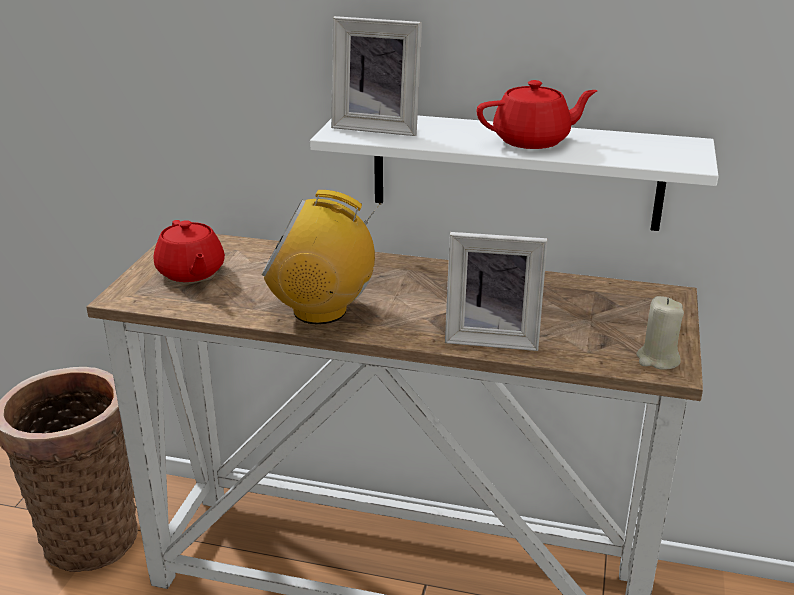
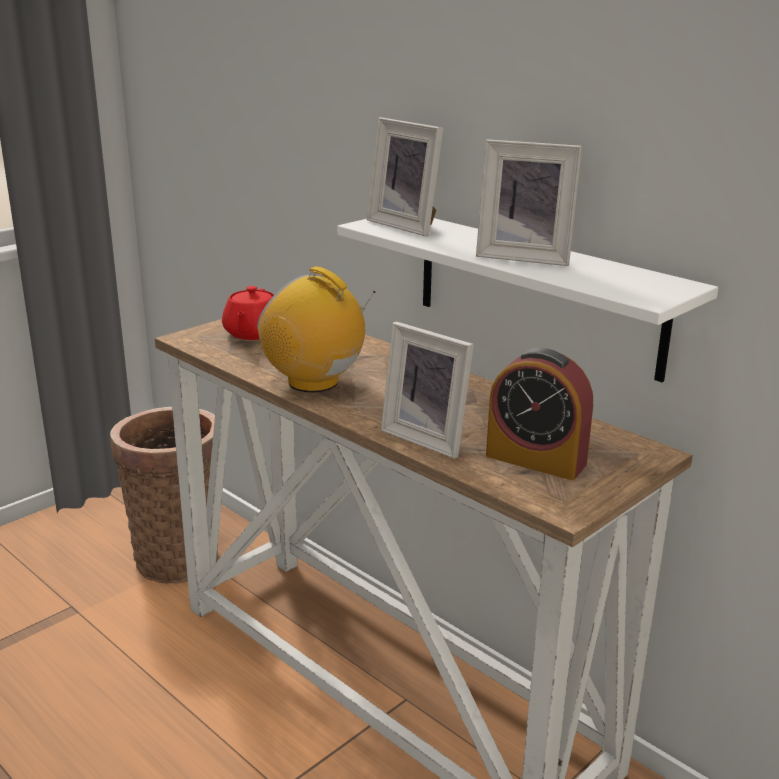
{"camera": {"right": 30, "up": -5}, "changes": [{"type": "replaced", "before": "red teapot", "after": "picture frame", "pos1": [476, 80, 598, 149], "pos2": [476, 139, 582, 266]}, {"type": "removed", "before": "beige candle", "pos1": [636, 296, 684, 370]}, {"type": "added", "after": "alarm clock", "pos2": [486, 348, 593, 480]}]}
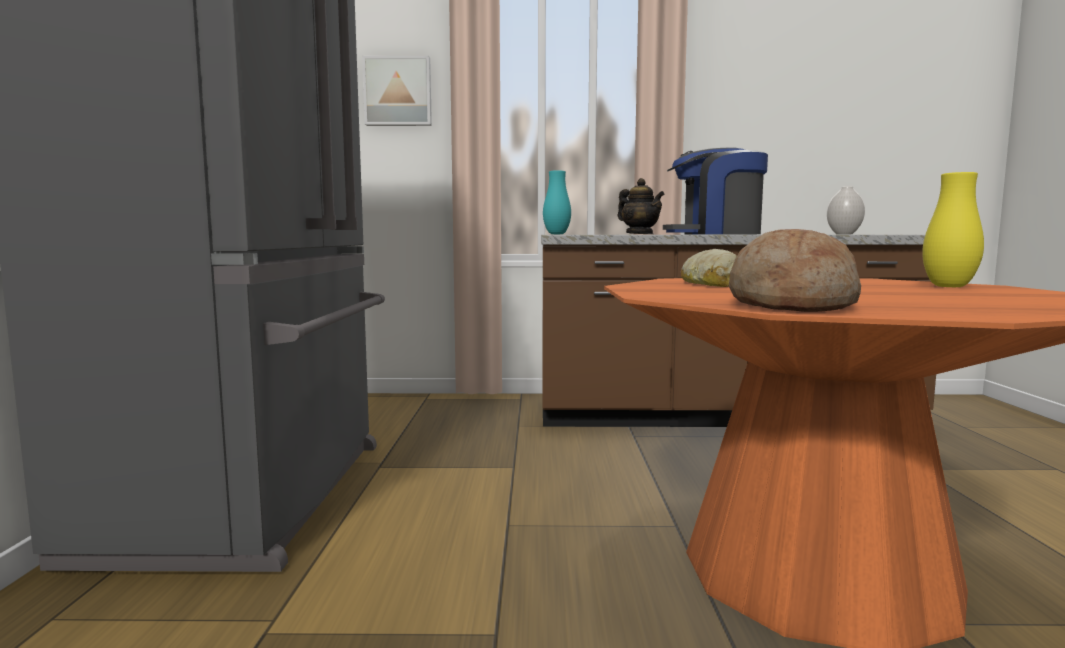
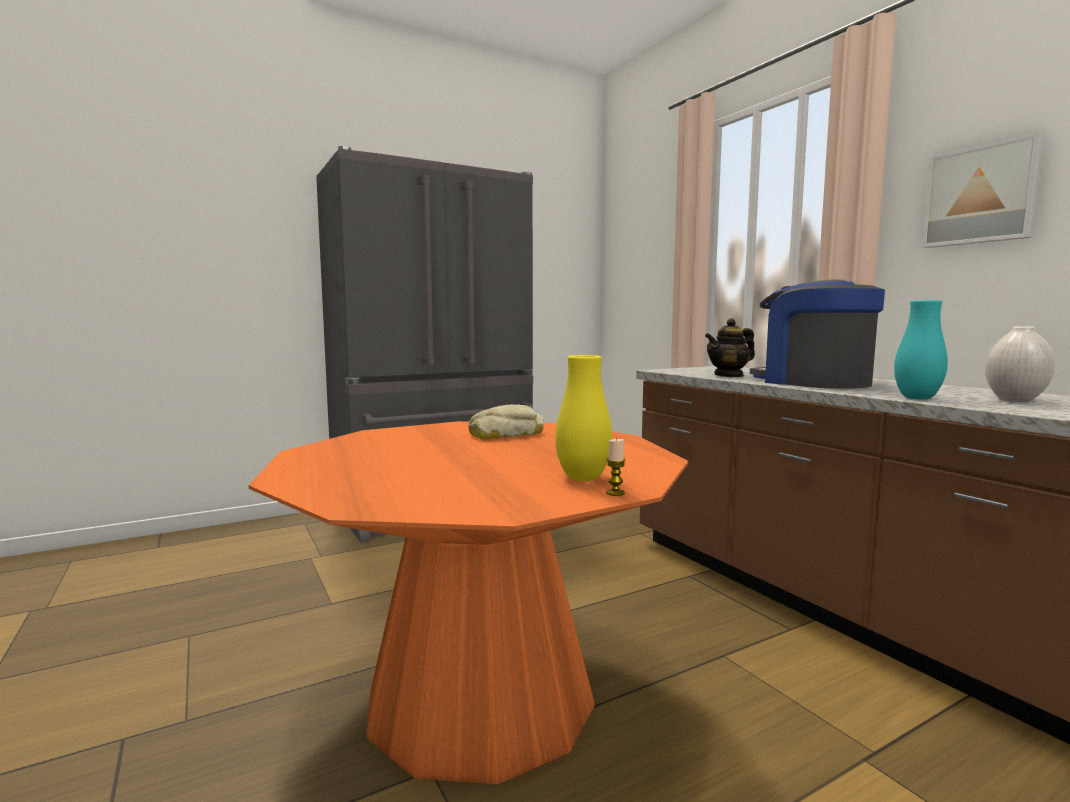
{"camera": {"right": 60, "up": 0}, "changes": [{"type": "moved", "before": "picture", "pos1": [362, 56, 432, 126], "pos2": [922, 133, 1044, 248]}, {"type": "moved", "before": "turquoise vase", "pos1": [543, 170, 571, 234], "pos2": [894, 300, 948, 399]}, {"type": "turned", "before": "teapot", "pos1": [618, 178, 665, 234], "pos2": [705, 318, 755, 377], "turn": 45}, {"type": "removed", "before": "bread", "pos1": [729, 229, 861, 312]}, {"type": "added", "after": "candle", "pos2": [606, 438, 626, 496]}]}
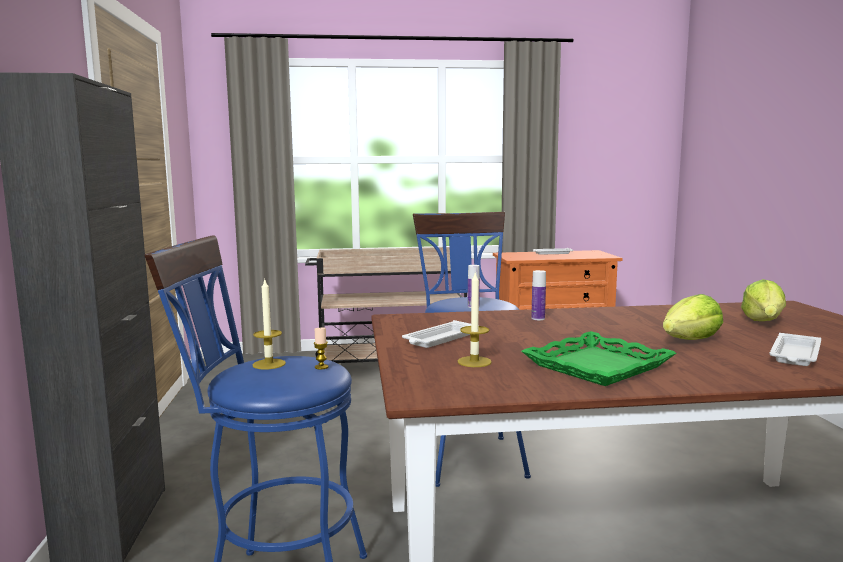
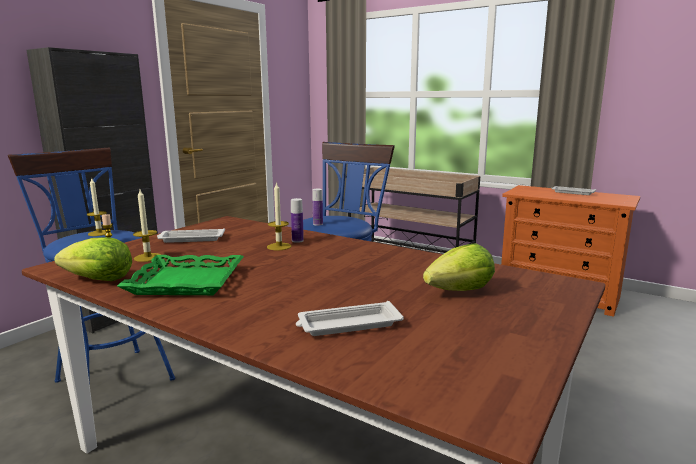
{"camera": {"right": 40, "up": 5}, "changes": [{"type": "moved", "before": "lettuce", "pos1": [663, 294, 723, 340], "pos2": [54, 237, 132, 281]}, {"type": "added", "after": "candle", "pos2": [267, 182, 292, 250]}]}
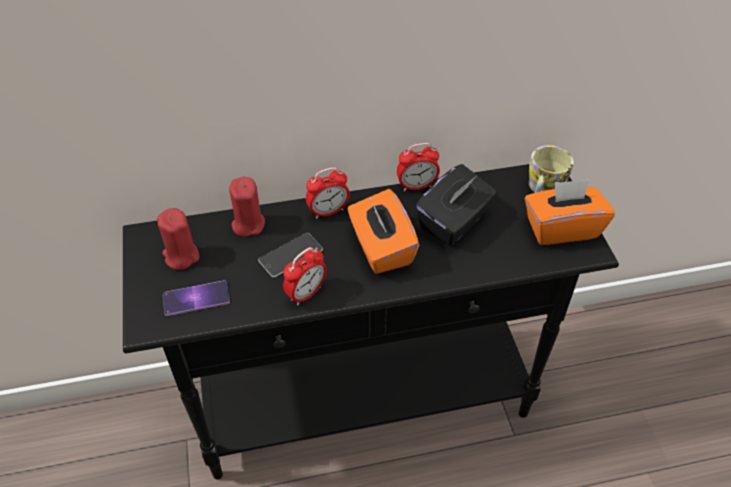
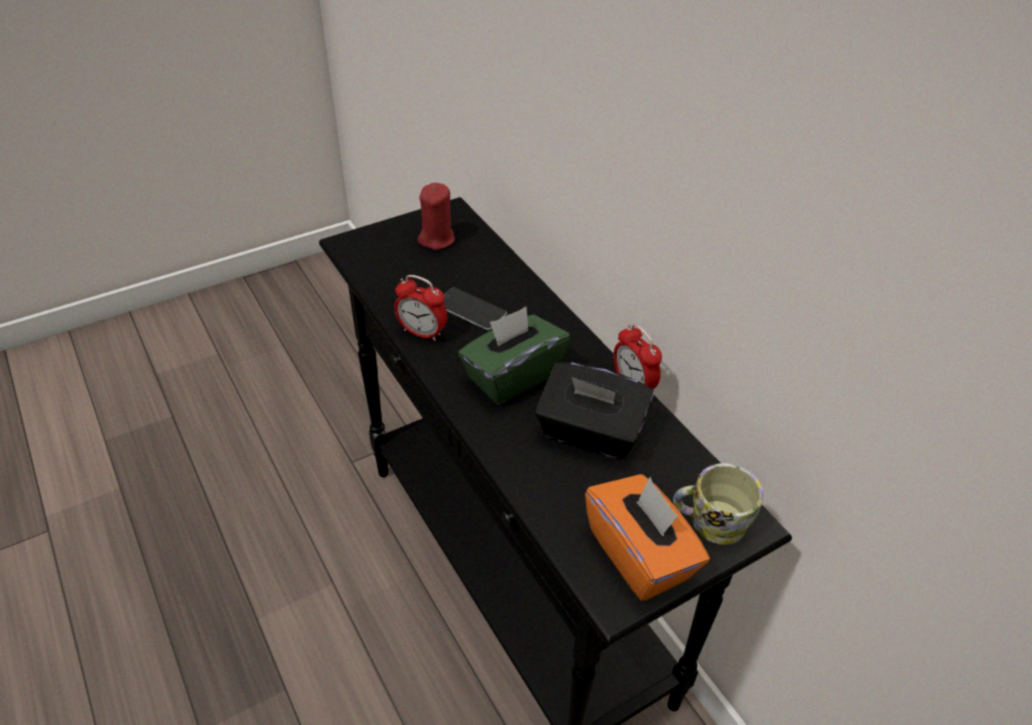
{"camera": {"right": 70, "up": -5}, "changes": [{"type": "removed", "before": "alarm clock", "pos1": [306, 167, 350, 219]}, {"type": "removed", "before": "red candle", "pos1": [229, 177, 265, 237]}, {"type": "recoloured", "before": "orange tissue box", "after": "green tissue box", "pos1": [348, 189, 419, 274], "pos2": [458, 307, 570, 404]}, {"type": "removed", "before": "phone", "pos1": [163, 280, 230, 316]}]}
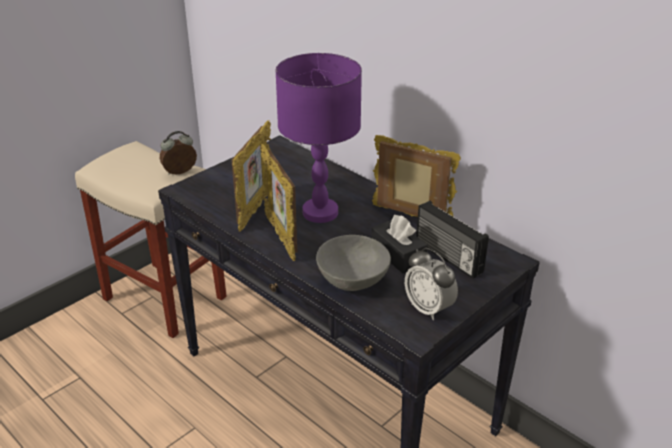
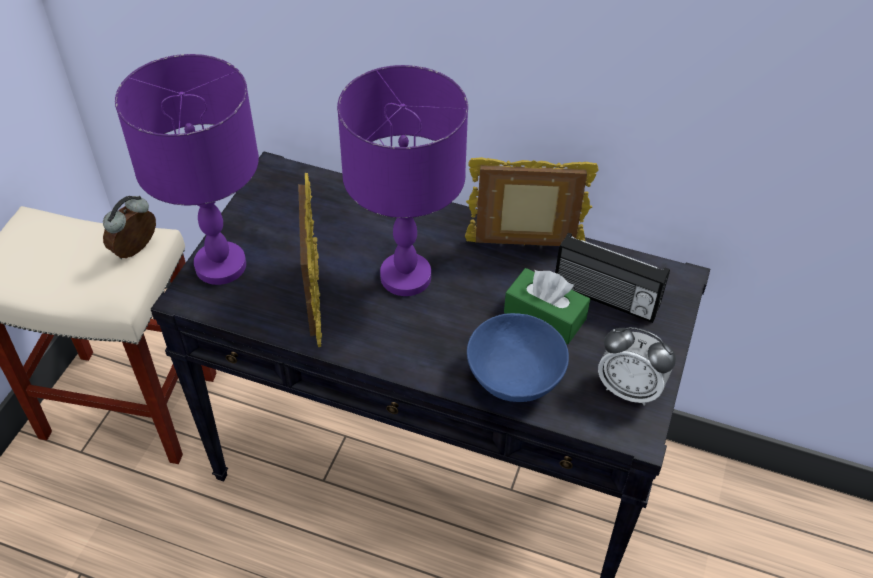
{"camera": {"right": -25, "up": 15}, "changes": [{"type": "removed", "before": "picture frame", "pos1": [261, 144, 297, 261]}, {"type": "recoloured", "before": "black tissue box", "after": "green tissue box", "pos1": [371, 215, 428, 273], "pos2": [504, 268, 590, 344]}, {"type": "recoloured", "before": "grey bowl", "after": "blue bowl", "pos1": [316, 235, 391, 291], "pos2": [467, 313, 569, 402]}, {"type": "added", "after": "purple table lamp", "pos2": [115, 54, 259, 285]}]}
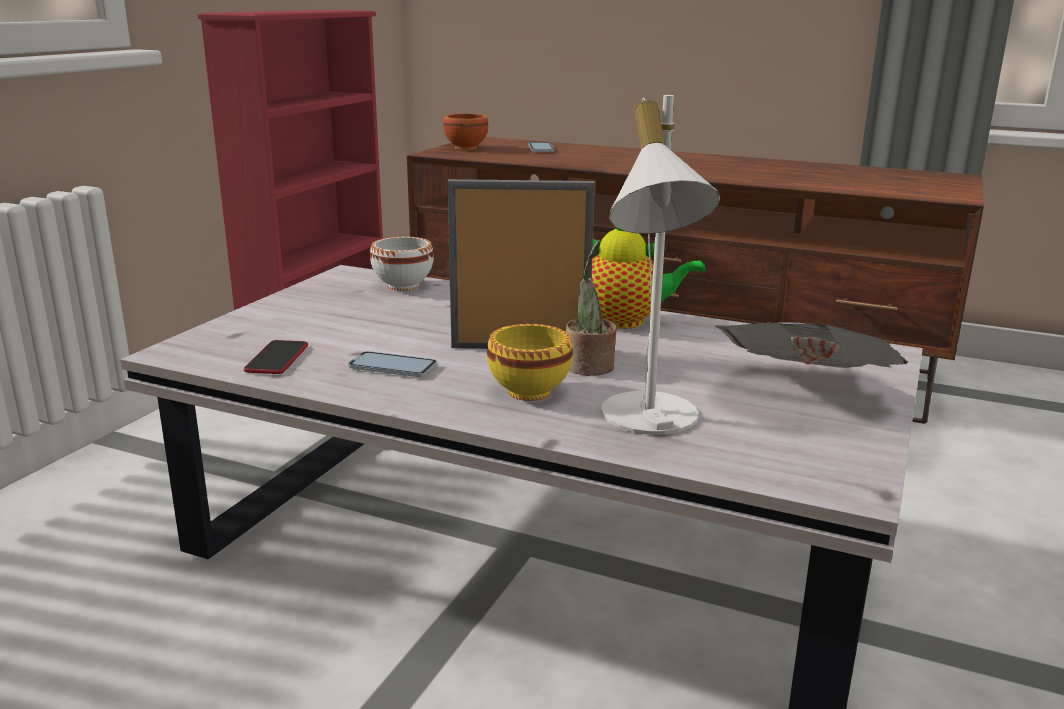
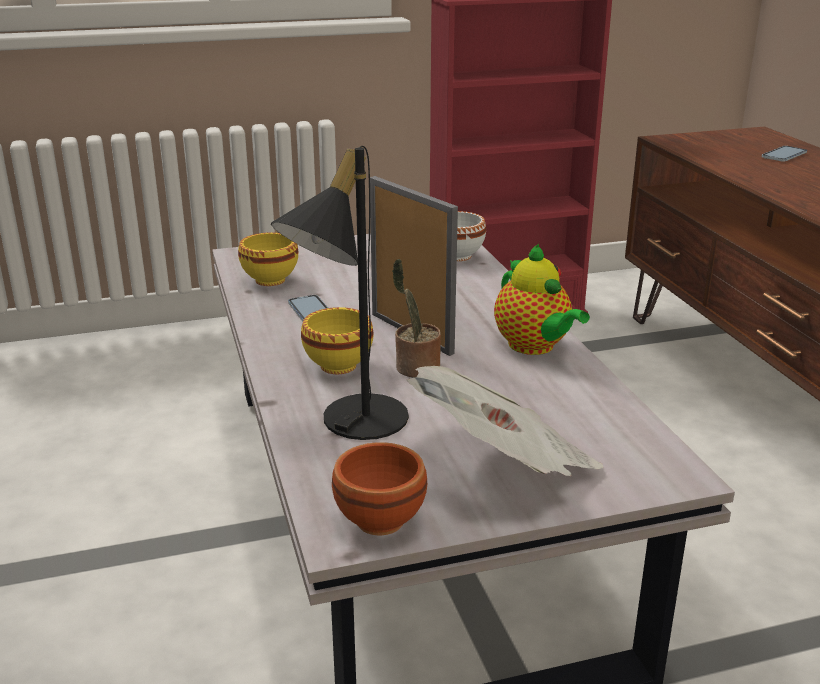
{"camera": {"right": 50, "up": 5}, "changes": [{"type": "recoloured", "before": "white table lamp", "after": "black table lamp", "pos1": [601, 95, 720, 435], "pos2": [271, 146, 409, 440]}, {"type": "moved", "before": "brown bowl", "pos1": [443, 114, 488, 150], "pos2": [332, 442, 427, 535]}, {"type": "replaced", "before": "phone", "after": "yellow bowl", "pos1": [244, 340, 308, 374], "pos2": [238, 232, 298, 286]}]}
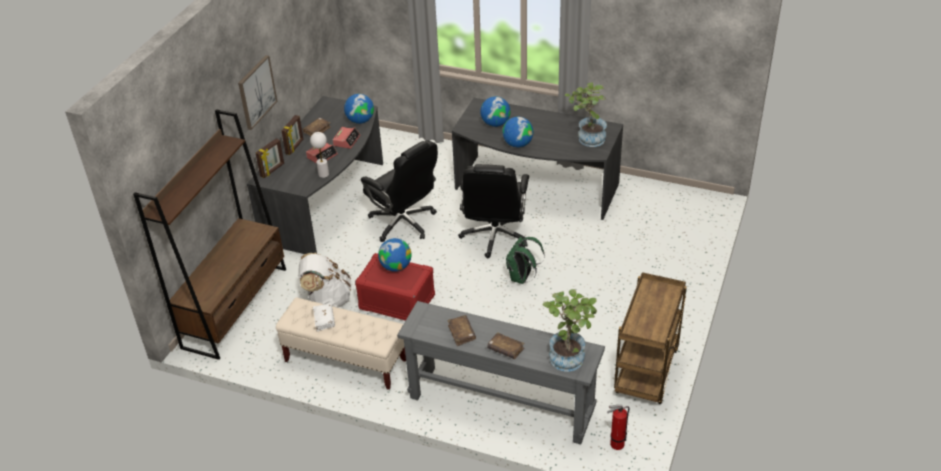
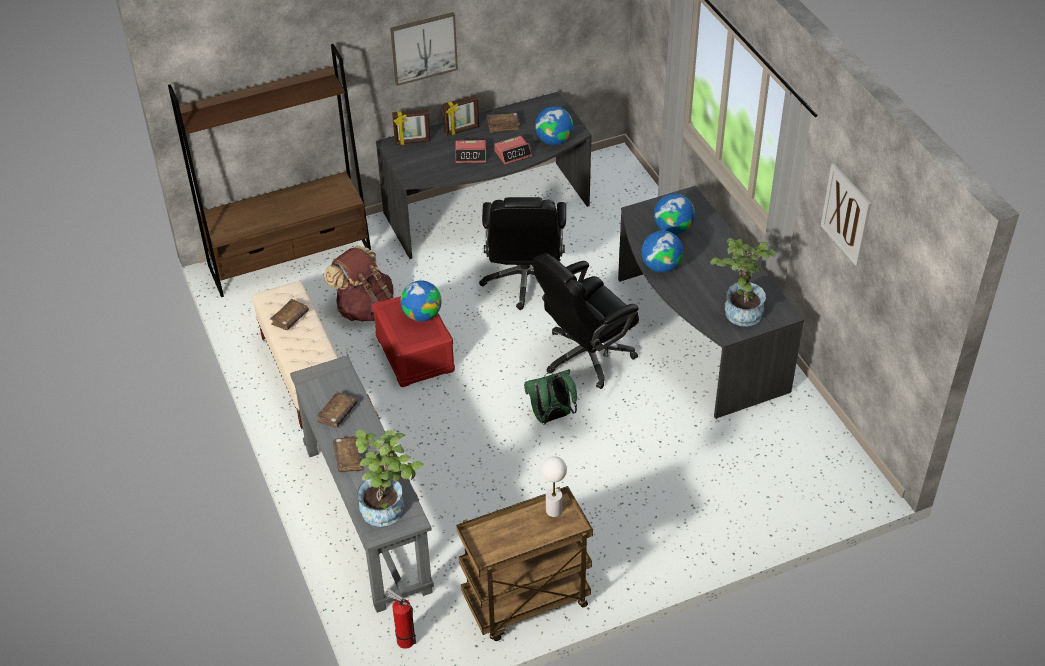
{"camera": {"right": 45, "up": 5}, "changes": [{"type": "moved", "before": "white table lamp", "pos1": [310, 132, 329, 178], "pos2": [541, 456, 567, 517]}, {"type": "recoloured", "before": "white backpack", "after": "brown backpack", "pos1": [298, 253, 352, 308], "pos2": [324, 245, 394, 322]}, {"type": "recoloured", "before": "white book", "after": "brown book", "pos1": [313, 303, 335, 331], "pos2": [270, 299, 309, 330]}, {"type": "added", "after": "picture", "pos2": [821, 163, 871, 266]}]}
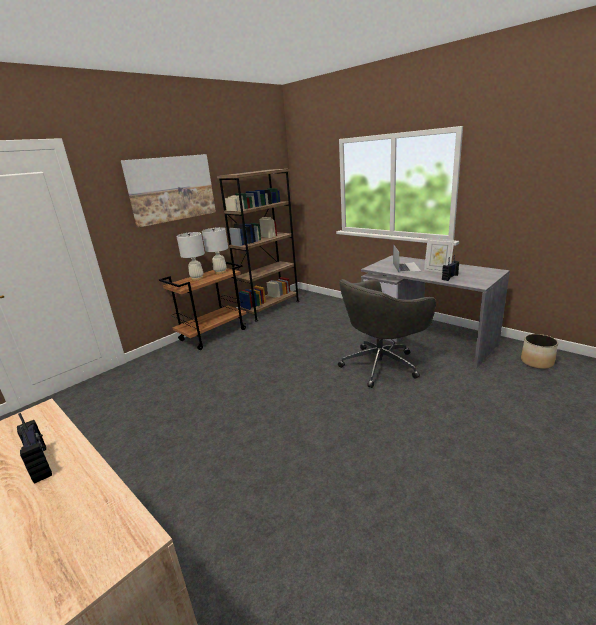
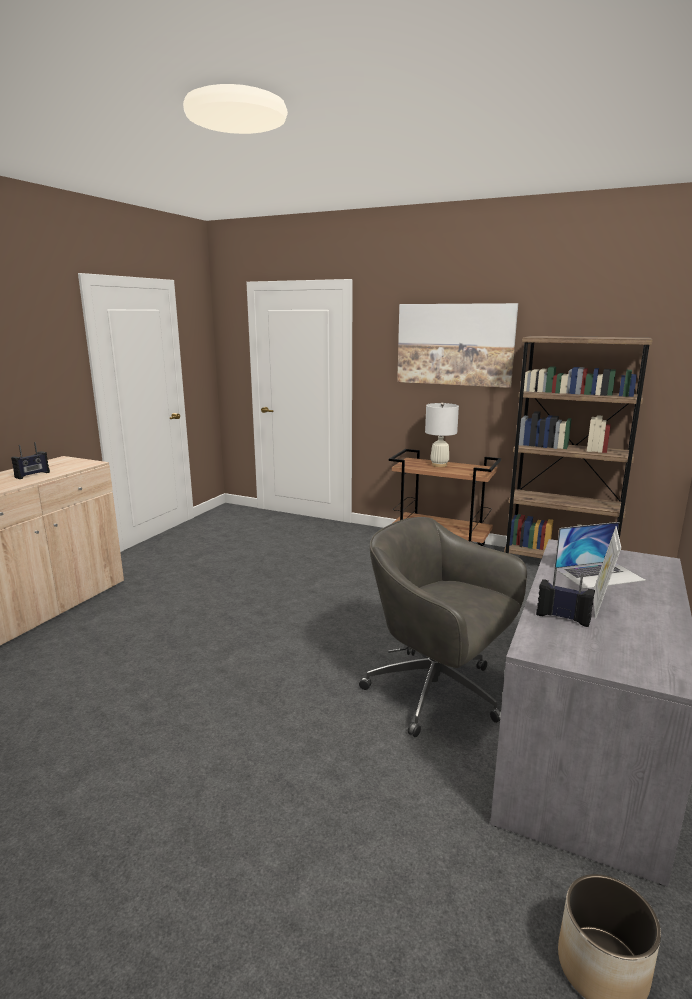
{"camera": {"right": 70, "up": -5}, "changes": [{"type": "removed", "before": "white table lamp", "pos1": [202, 227, 228, 274]}]}
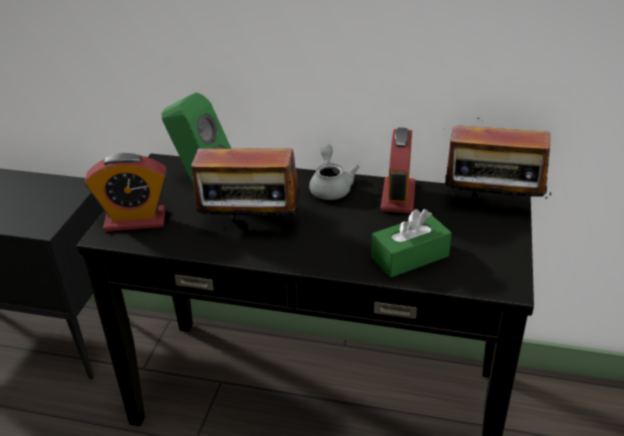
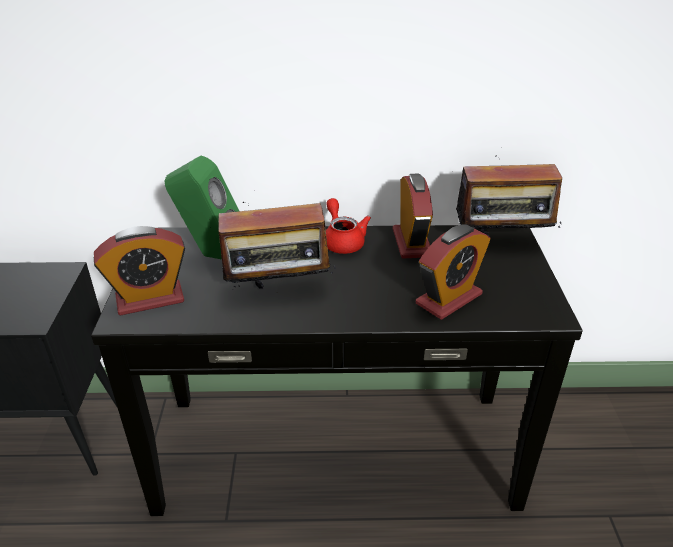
{"camera": {"right": -15, "up": 0}, "changes": [{"type": "recoloured", "before": "grey teapot", "after": "red teapot", "pos1": [309, 144, 359, 200], "pos2": [326, 198, 371, 254]}, {"type": "replaced", "before": "green tissue box", "after": "alarm clock", "pos1": [371, 209, 452, 278], "pos2": [416, 225, 491, 320]}]}
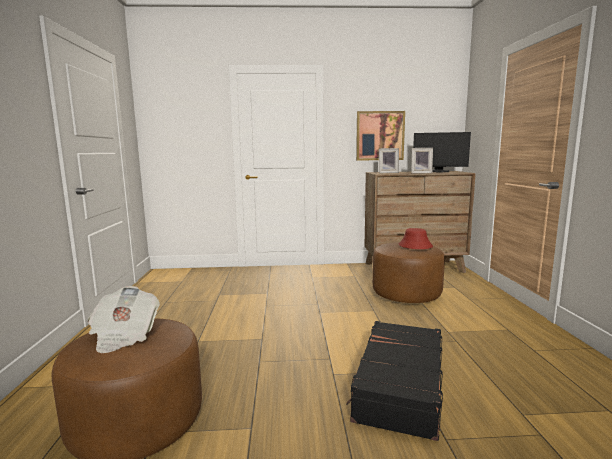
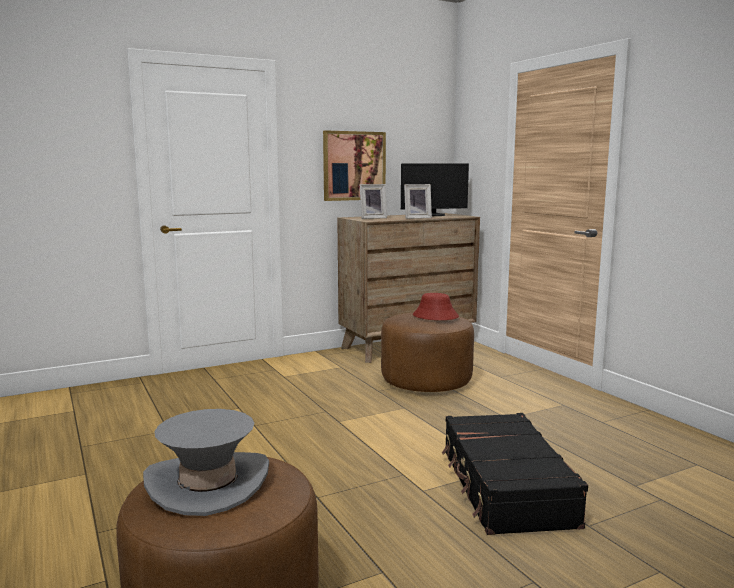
{"camera": {"right": -25, "up": 0}, "changes": [{"type": "replaced", "before": "newspaper", "after": "grey hat", "pos1": [88, 286, 160, 353], "pos2": [143, 409, 269, 516]}]}
